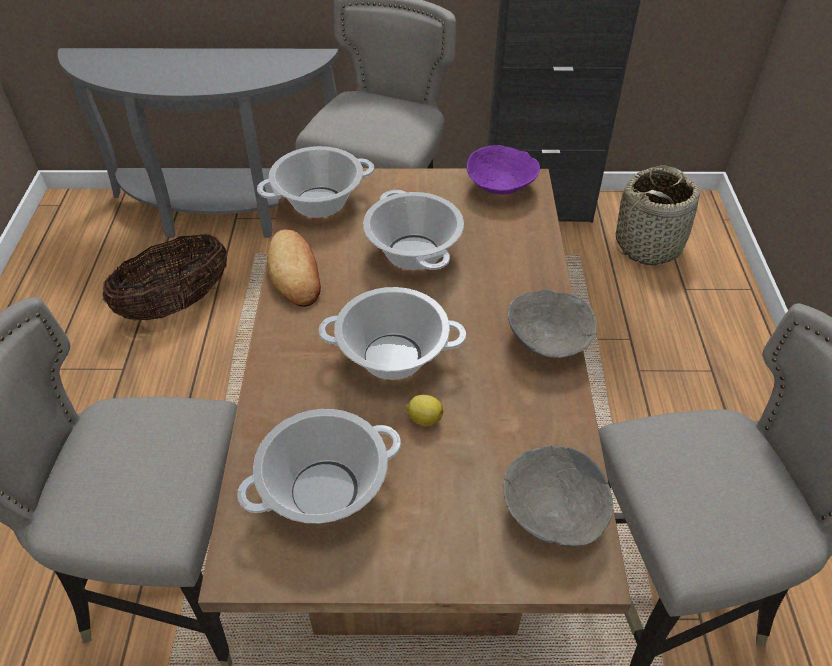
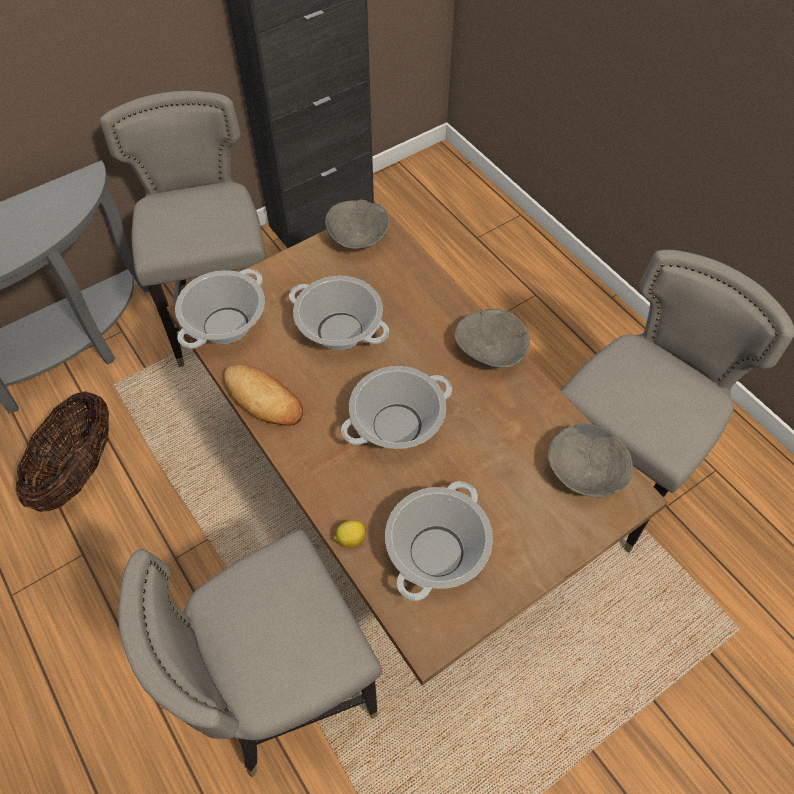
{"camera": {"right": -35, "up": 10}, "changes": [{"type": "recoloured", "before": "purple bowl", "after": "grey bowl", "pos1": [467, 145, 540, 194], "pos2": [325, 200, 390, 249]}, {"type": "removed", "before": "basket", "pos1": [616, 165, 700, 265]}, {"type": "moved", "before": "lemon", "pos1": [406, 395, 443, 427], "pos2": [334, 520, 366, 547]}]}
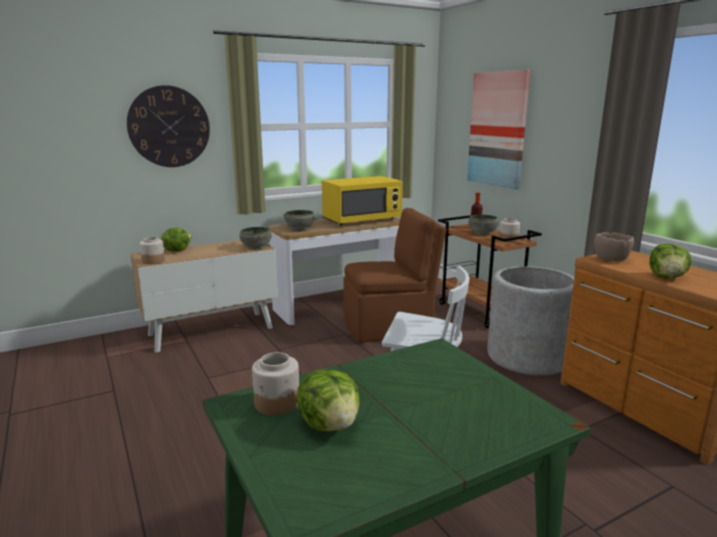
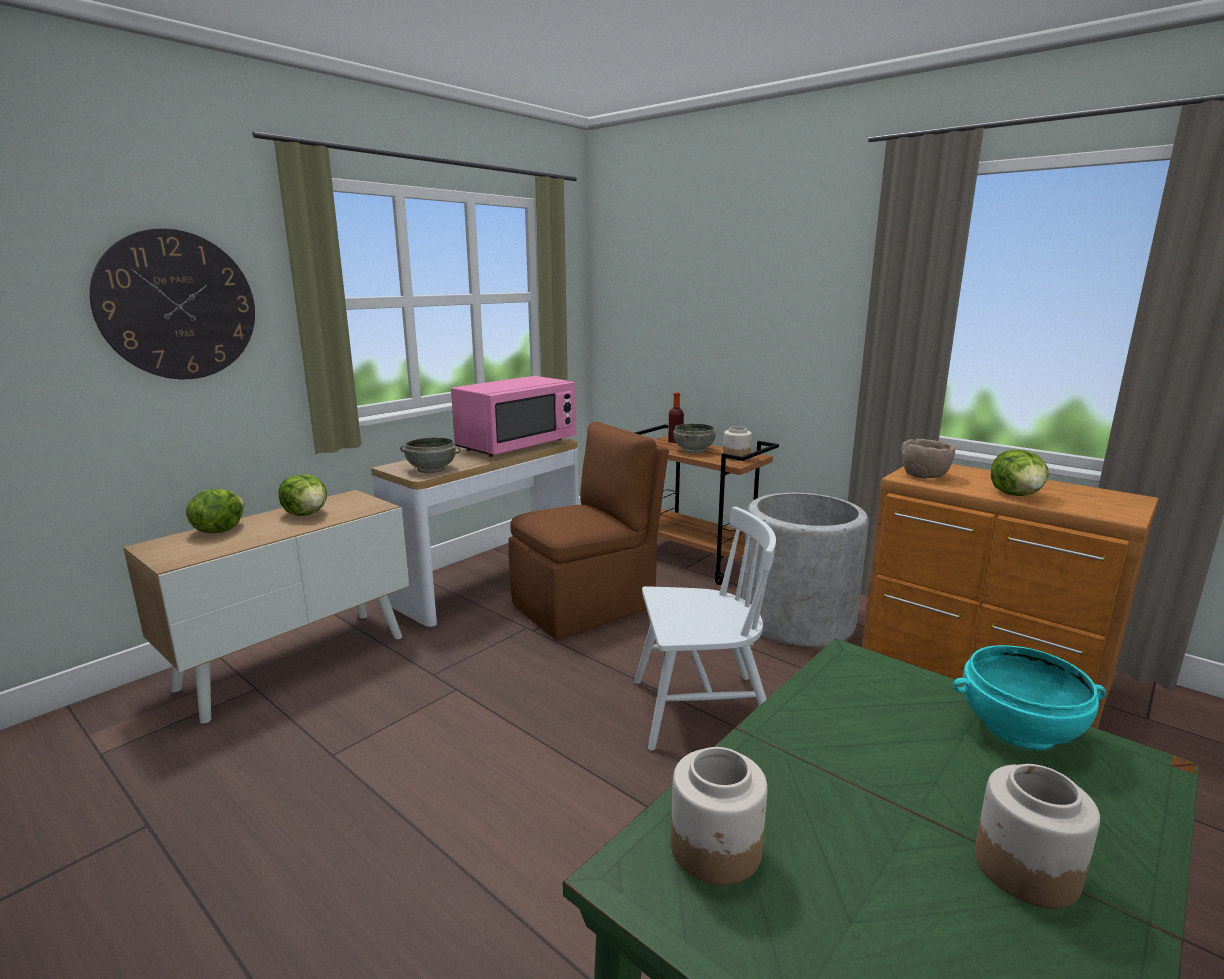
{"camera": {"right": -20, "up": 0}, "changes": [{"type": "removed", "before": "picture", "pos1": [467, 70, 530, 190]}, {"type": "recoloured", "before": "yellow microwave", "after": "pink microwave", "pos1": [322, 176, 403, 225], "pos2": [451, 376, 576, 457]}, {"type": "removed", "before": "grey bowl", "pos1": [239, 227, 272, 250]}, {"type": "moved", "before": "jar", "pos1": [140, 237, 165, 264], "pos2": [975, 764, 1100, 909]}, {"type": "moved", "before": "lettuce", "pos1": [297, 369, 360, 432], "pos2": [279, 474, 327, 516]}, {"type": "added", "after": "turquoise bowl", "pos2": [953, 645, 1106, 750]}]}
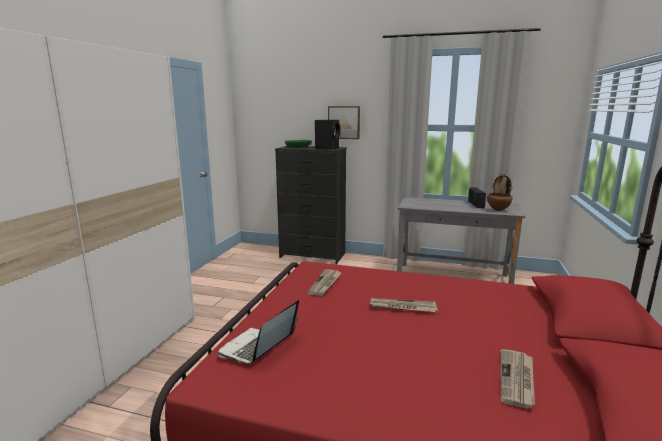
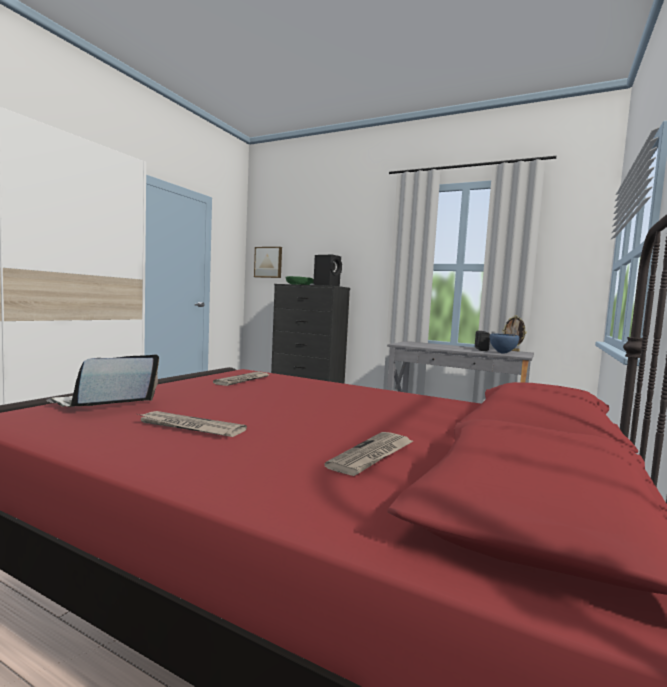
{"camera": {"right": 10, "up": -10}, "changes": [{"type": "moved", "before": "picture", "pos1": [328, 106, 360, 139], "pos2": [254, 247, 282, 278]}, {"type": "recoloured", "before": "brown bowl", "after": "blue bowl", "pos1": [487, 193, 513, 211], "pos2": [490, 333, 519, 354]}, {"type": "moved", "before": "newspaper", "pos1": [370, 298, 438, 312], "pos2": [138, 411, 247, 437]}]}
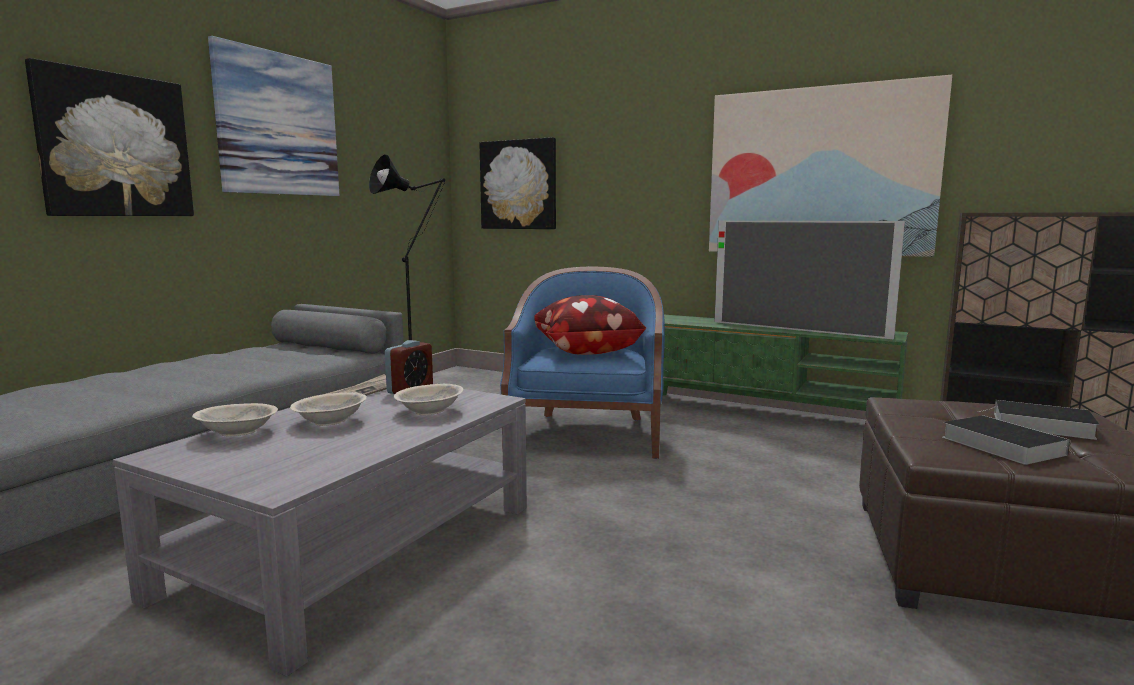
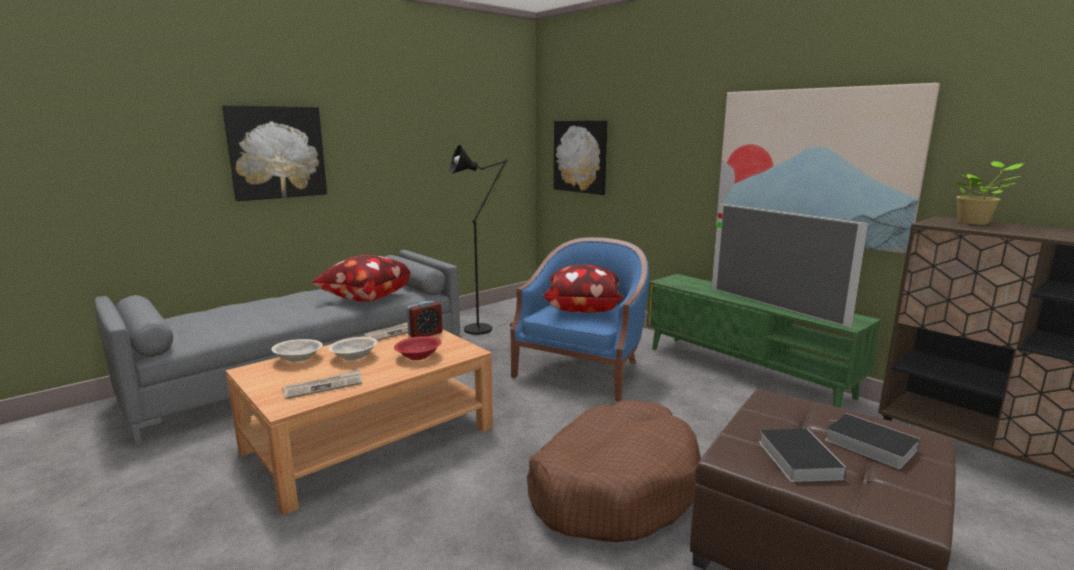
{"camera": {"right": 20, "up": 5}, "changes": [{"type": "removed", "before": "picture", "pos1": [208, 36, 339, 196]}, {"type": "recoloured", "before": "beige bowl", "after": "red bowl", "pos1": [393, 384, 464, 415], "pos2": [394, 336, 442, 360]}, {"type": "recoloured", "before": "grey coffee table", "after": "brown coffee table", "pos1": [113, 389, 527, 677], "pos2": [226, 329, 493, 516]}, {"type": "added", "after": "potted plant", "pos2": [956, 161, 1024, 225]}, {"type": "added", "after": "pillow", "pos2": [311, 255, 410, 302]}, {"type": "added", "after": "newspaper", "pos2": [282, 369, 362, 399]}, {"type": "added", "after": "brown dog bed", "pos2": [527, 400, 701, 542]}]}
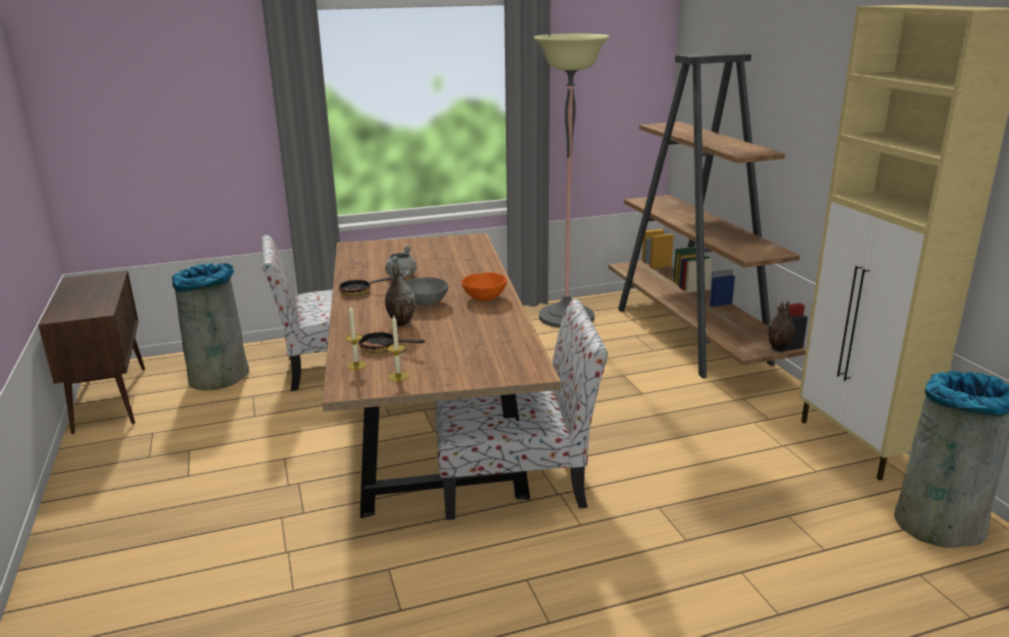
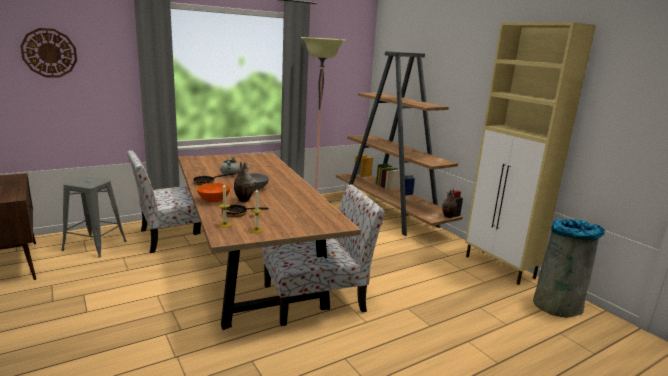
{"camera": {"right": -15, "up": -5}, "changes": [{"type": "replaced", "before": "grey trash can", "after": "grey stool", "pos1": [172, 263, 249, 390], "pos2": [61, 176, 127, 258]}, {"type": "moved", "before": "orange bowl", "pos1": [461, 272, 507, 301], "pos2": [197, 183, 230, 203]}, {"type": "added", "after": "wall clock", "pos2": [20, 28, 77, 77]}]}
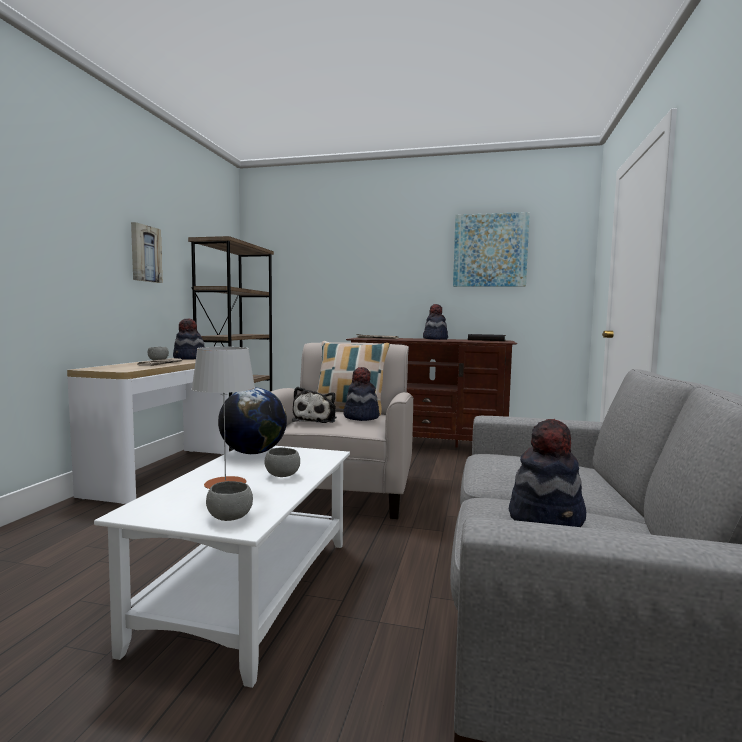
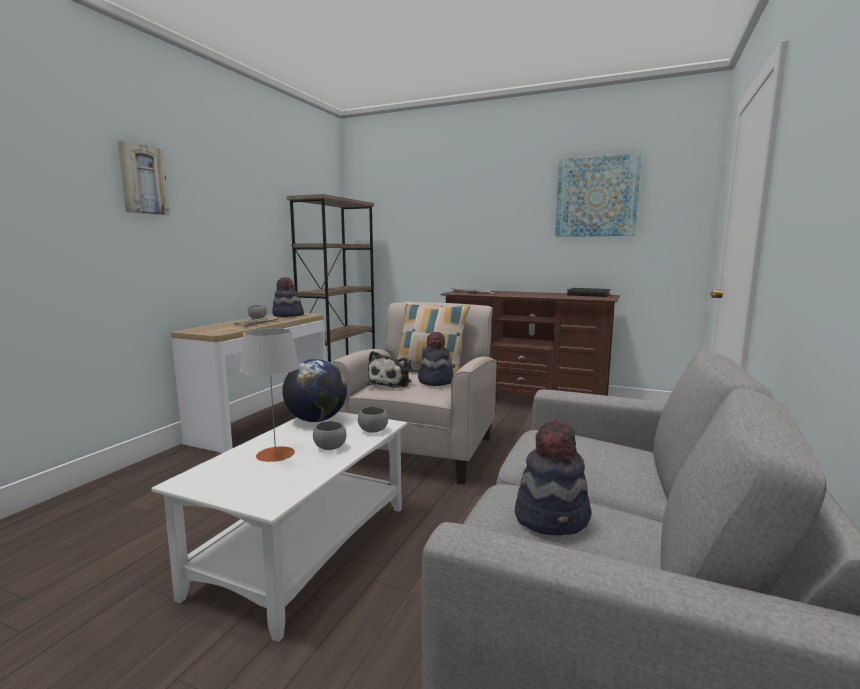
{"camera": {"right": 10, "up": 5}, "changes": [{"type": "moved", "before": "picture", "pos1": [131, 222, 162, 283], "pos2": [118, 141, 170, 215]}, {"type": "removed", "before": "hat", "pos1": [423, 304, 448, 340]}, {"type": "moved", "before": "grey bowl", "pos1": [206, 481, 253, 521], "pos2": [358, 407, 388, 433]}]}
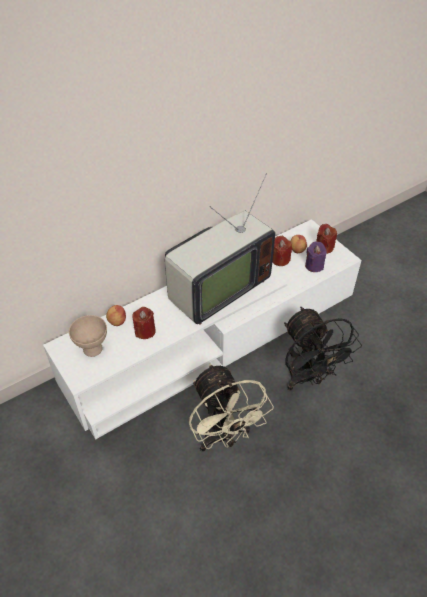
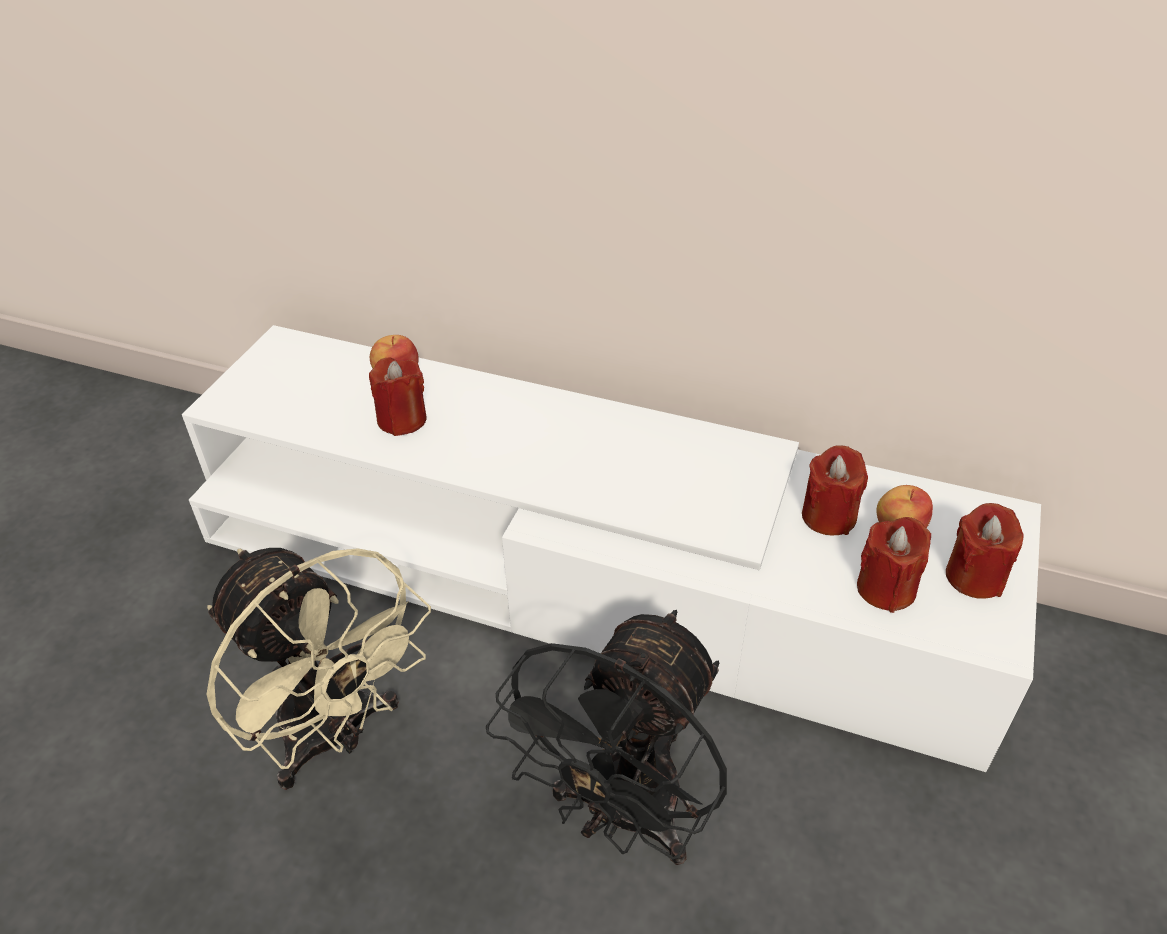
{"camera": {"right": 55, "up": -5}, "changes": [{"type": "removed", "before": "television", "pos1": [165, 174, 275, 325]}, {"type": "recoloured", "before": "purple candle", "after": "red candle", "pos1": [305, 241, 327, 272], "pos2": [857, 517, 931, 613]}, {"type": "removed", "before": "beige bowl", "pos1": [69, 315, 107, 357]}, {"type": "turned", "before": "beige fan", "pos1": [189, 363, 274, 452], "pos2": [206, 548, 431, 790], "turn": -75}]}
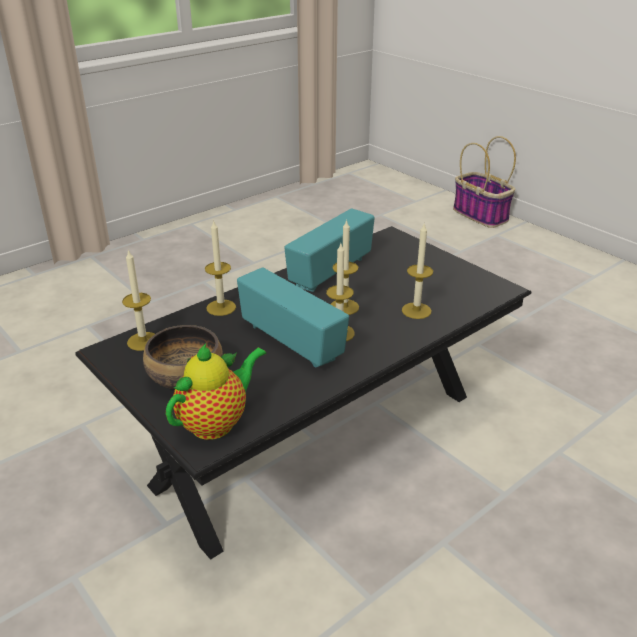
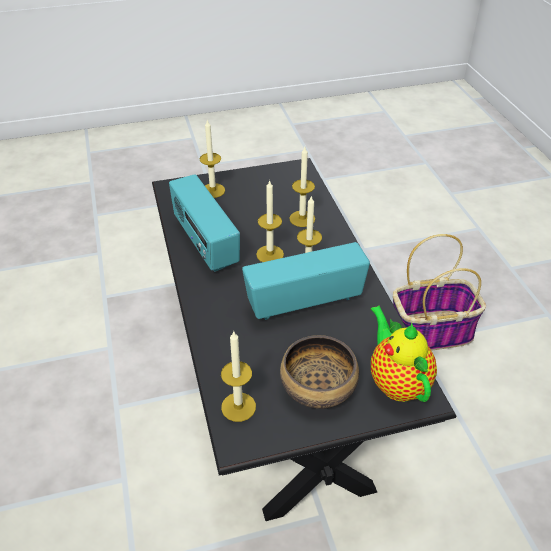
{"camera": {"right": -65, "up": 10}, "changes": [{"type": "moved", "before": "basket", "pos1": [453, 136, 516, 228], "pos2": [393, 234, 486, 351]}, {"type": "moved", "before": "candle", "pos1": [205, 220, 236, 316], "pos2": [200, 120, 225, 198]}]}
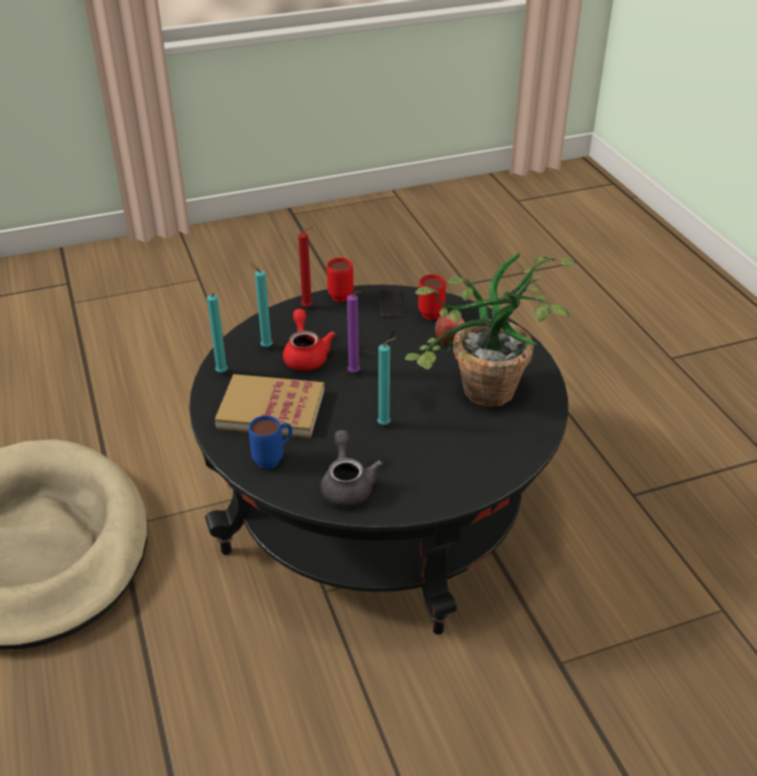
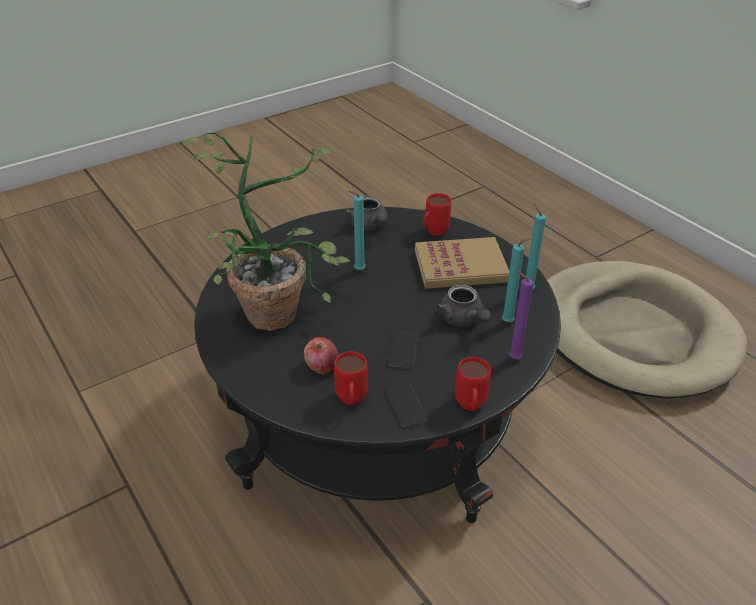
{"camera": {"right": 165, "up": 0}, "changes": [{"type": "removed", "before": "red candle", "pos1": [298, 226, 313, 307]}, {"type": "moved", "before": "purple candle", "pos1": [347, 291, 362, 373], "pos2": [509, 270, 533, 359]}, {"type": "recoloured", "before": "red teapot", "after": "grey teapot", "pos1": [283, 309, 335, 371], "pos2": [436, 285, 491, 327]}, {"type": "recoloured", "before": "blue mug", "after": "red mug", "pos1": [249, 416, 292, 469], "pos2": [423, 193, 451, 236]}]}
